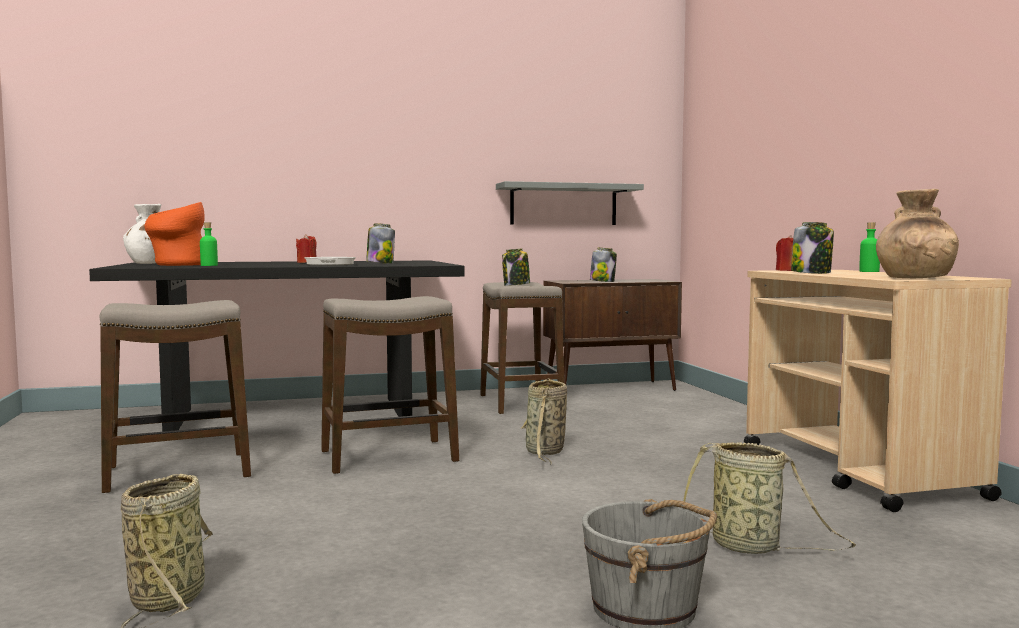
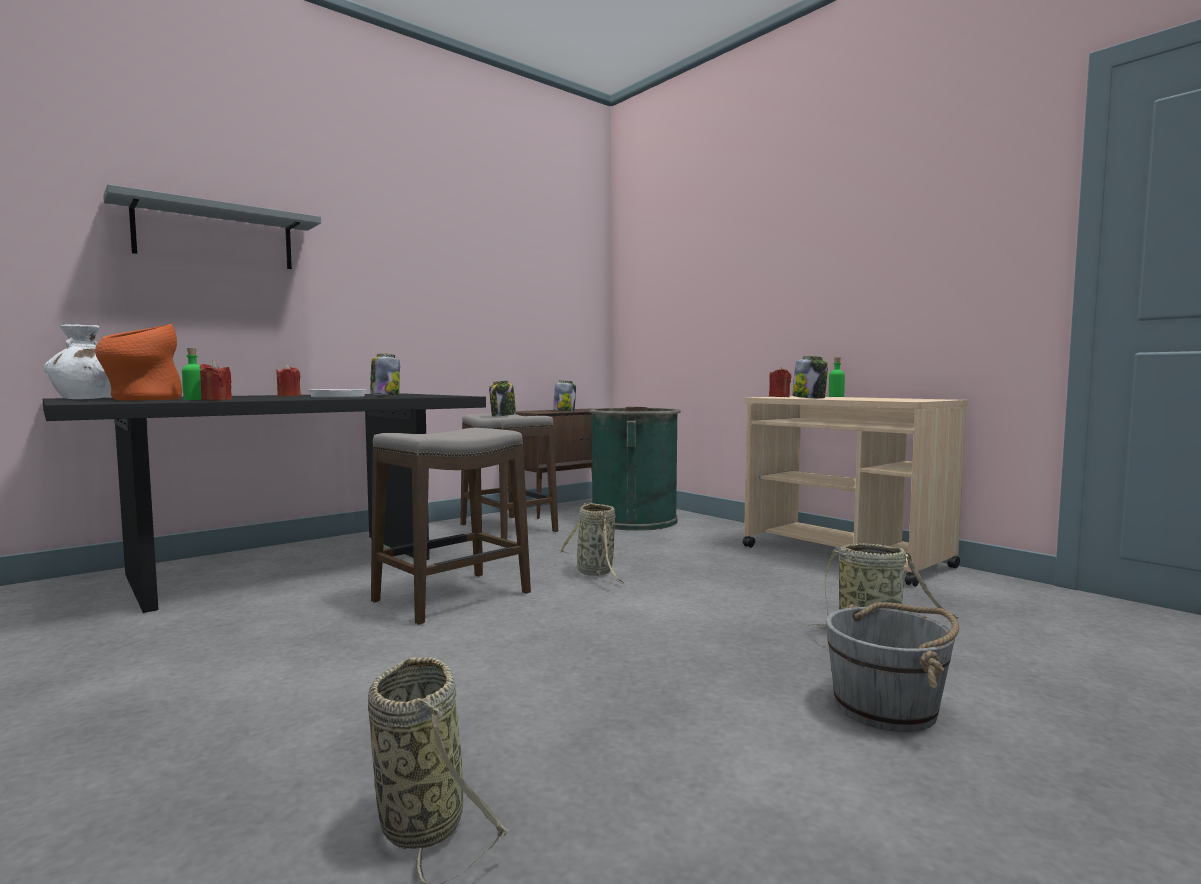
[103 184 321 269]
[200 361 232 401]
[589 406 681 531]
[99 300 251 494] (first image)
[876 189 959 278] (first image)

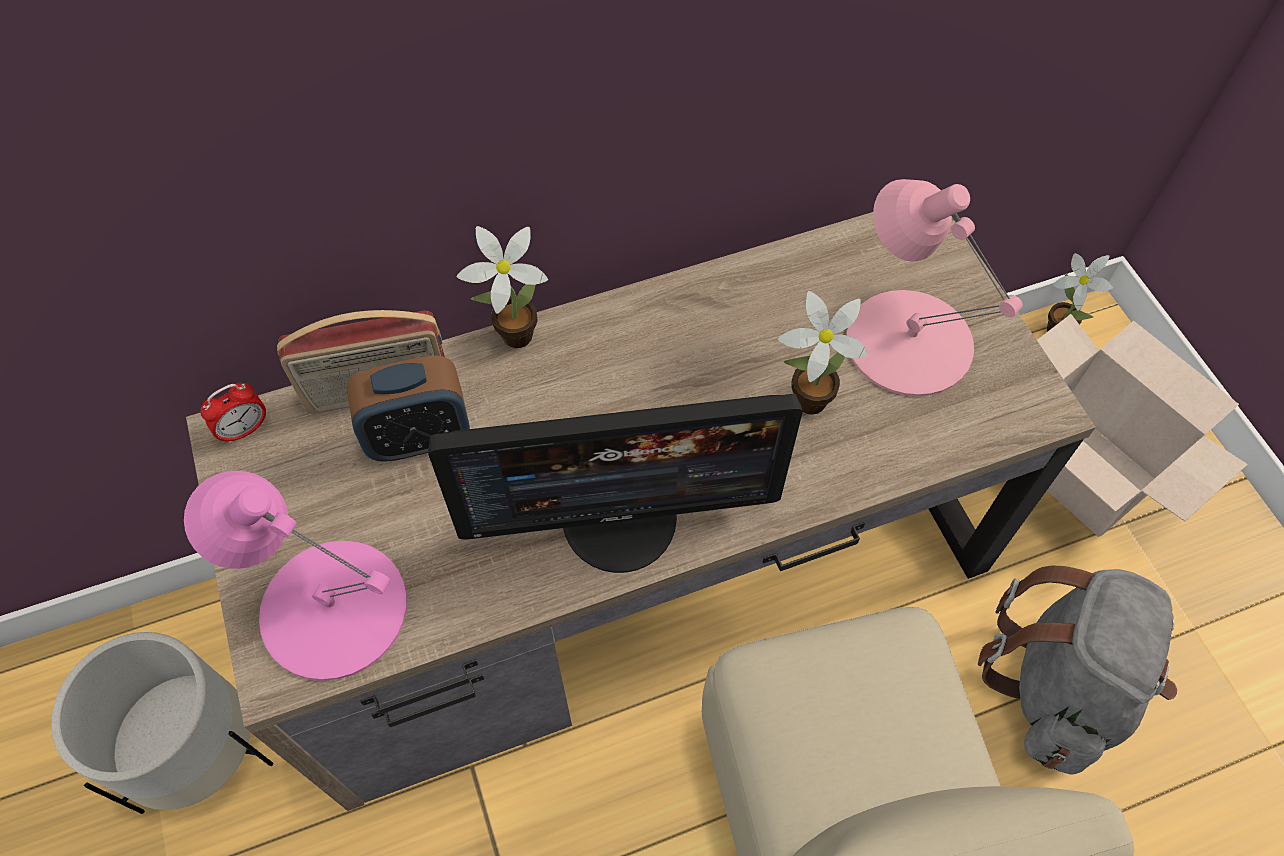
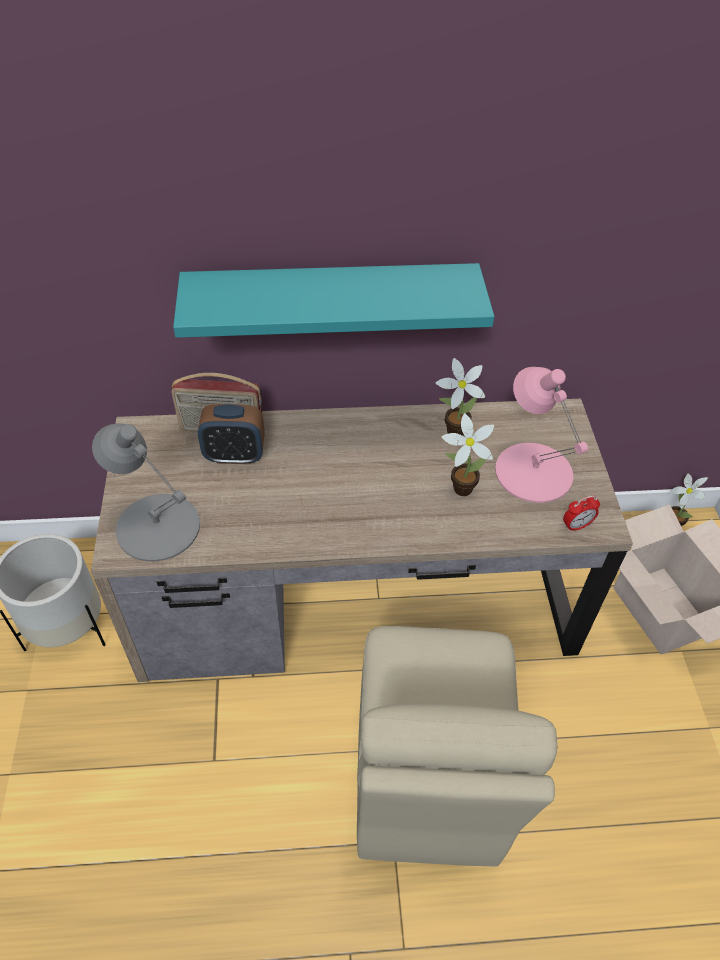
[92 424 200 561]
[173 263 494 338]
[436 358 485 436]
[563 495 600 532]
[428 394 803 573] (first image)
[978 565 1177 775] (first image)

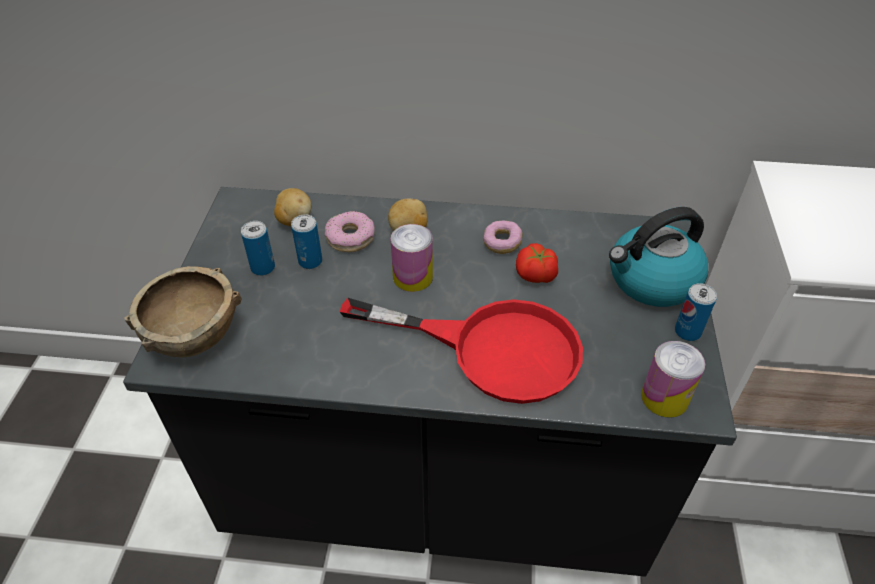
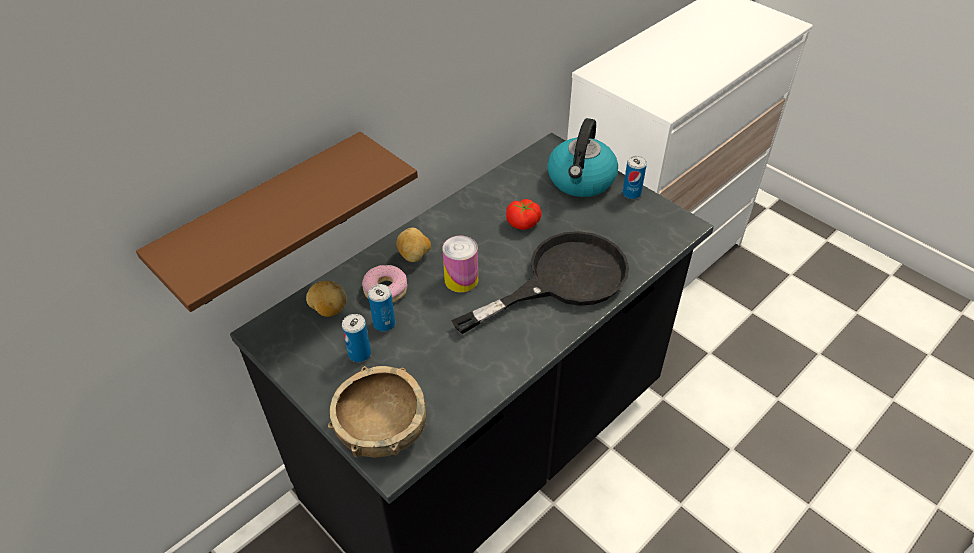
[136 132 418 312]
[451 231 629 334]
[483 220 522 254] (first image)
[641 341 705 418] (first image)

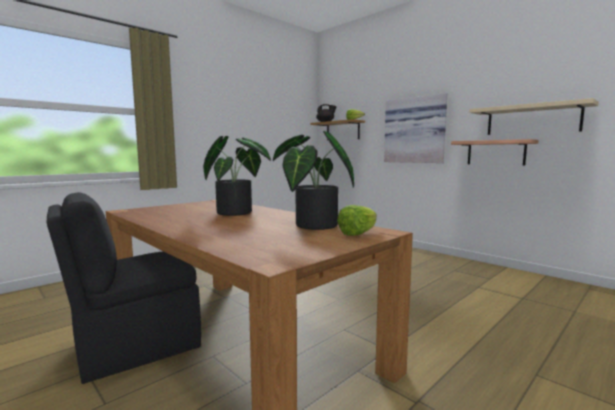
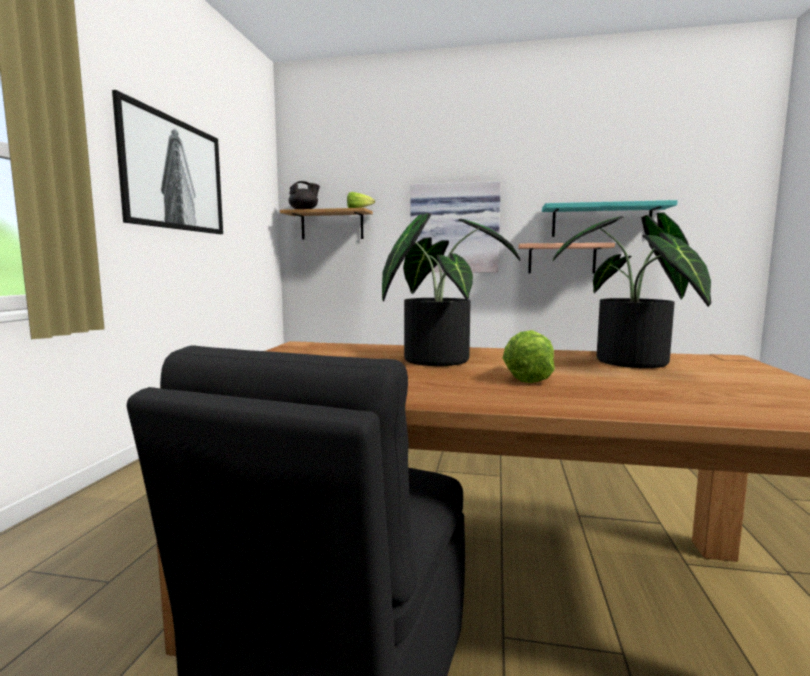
[112 90 223 234]
[503 330 555 383]
[542 200 678 237]

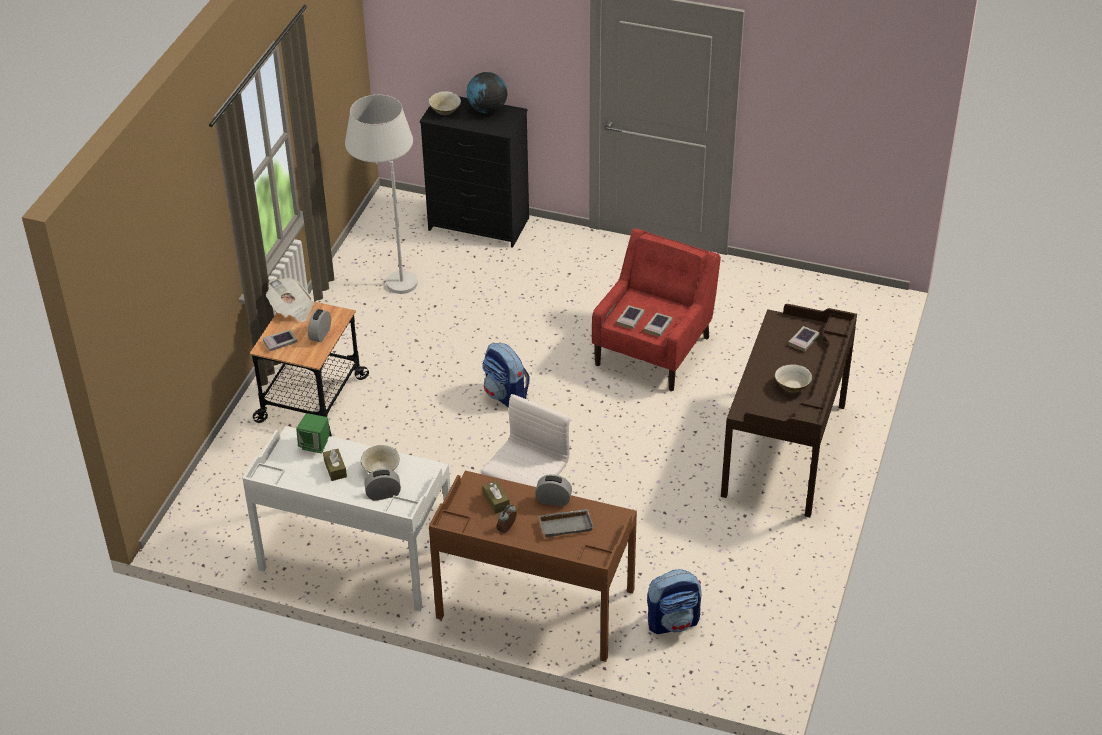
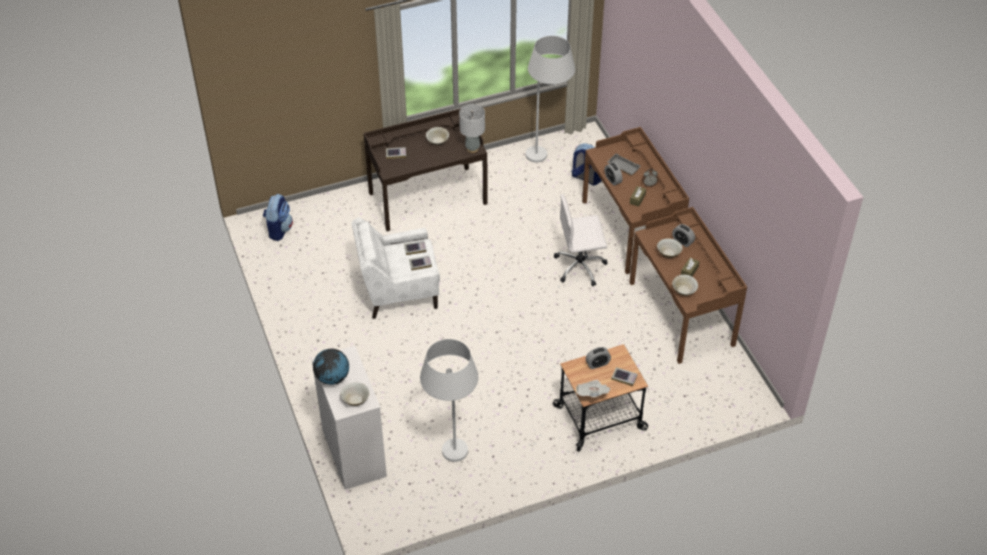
[263 194 293 241]
[311 346 387 490]
[351 217 440 319]
[459 104 485 153]
[526 36 575 162]
[629 207 747 364]
[672 275 698 296]

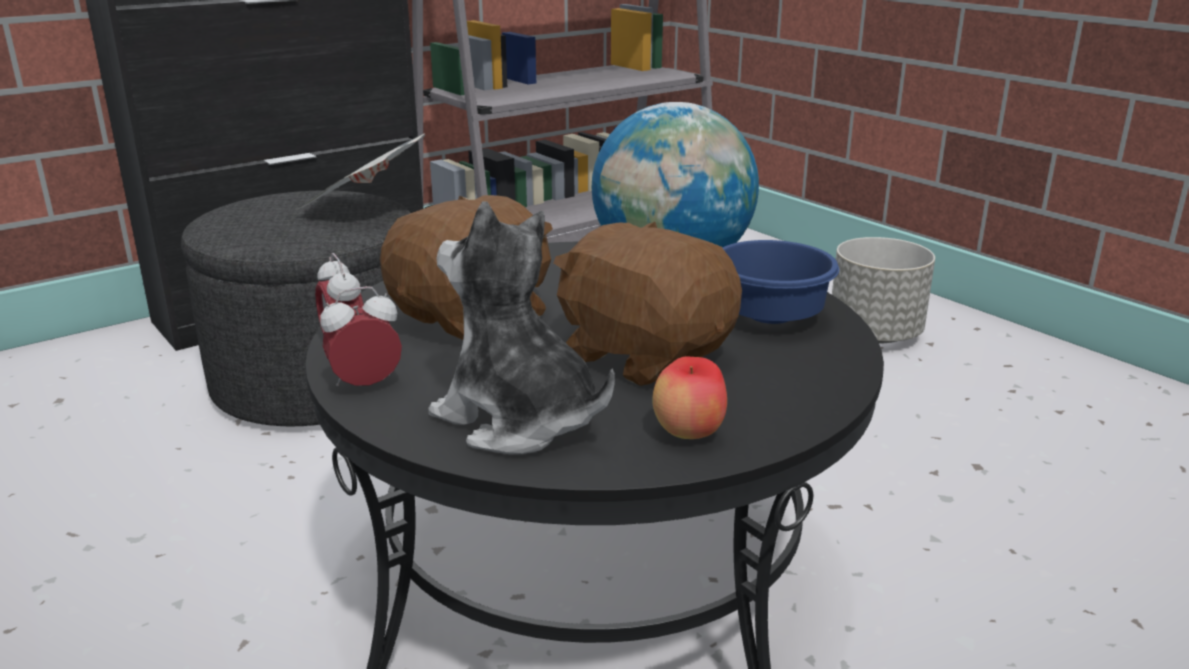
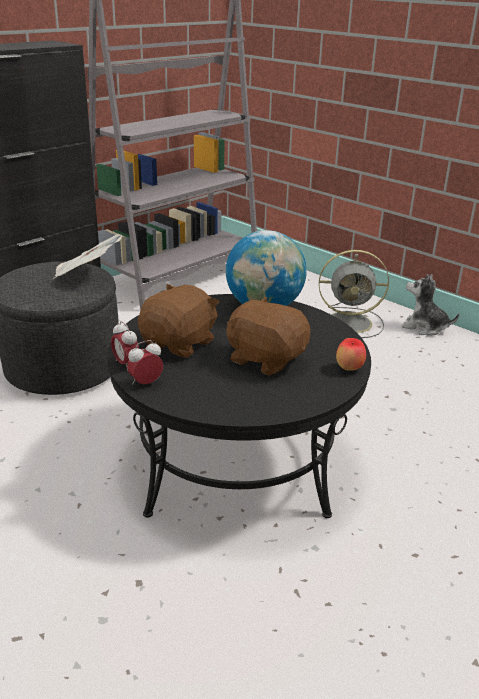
[319 250 389 338]
[336 338 366 371]
[402 274 459 336]
[722 240 839 324] (first image)

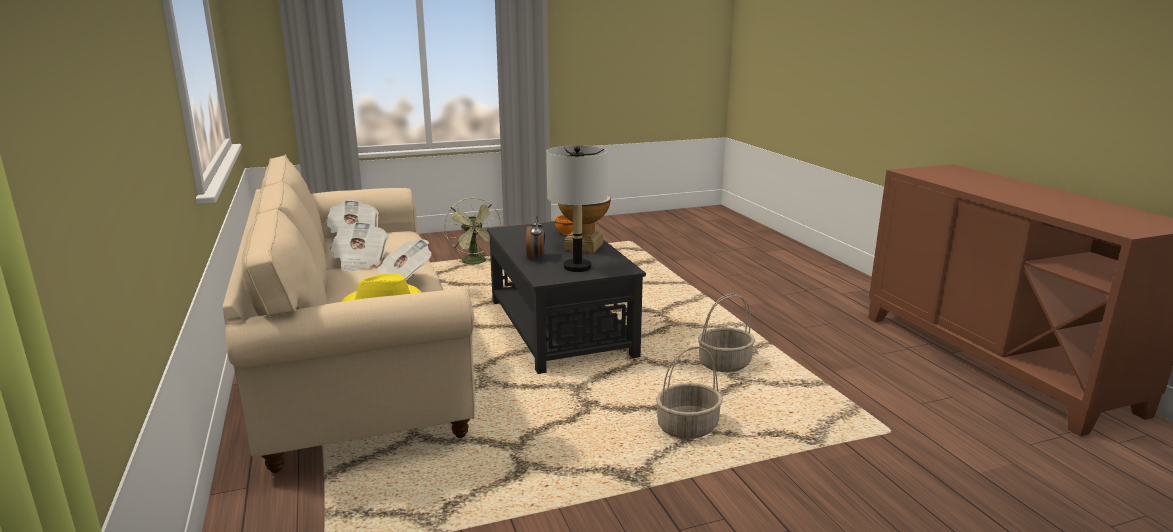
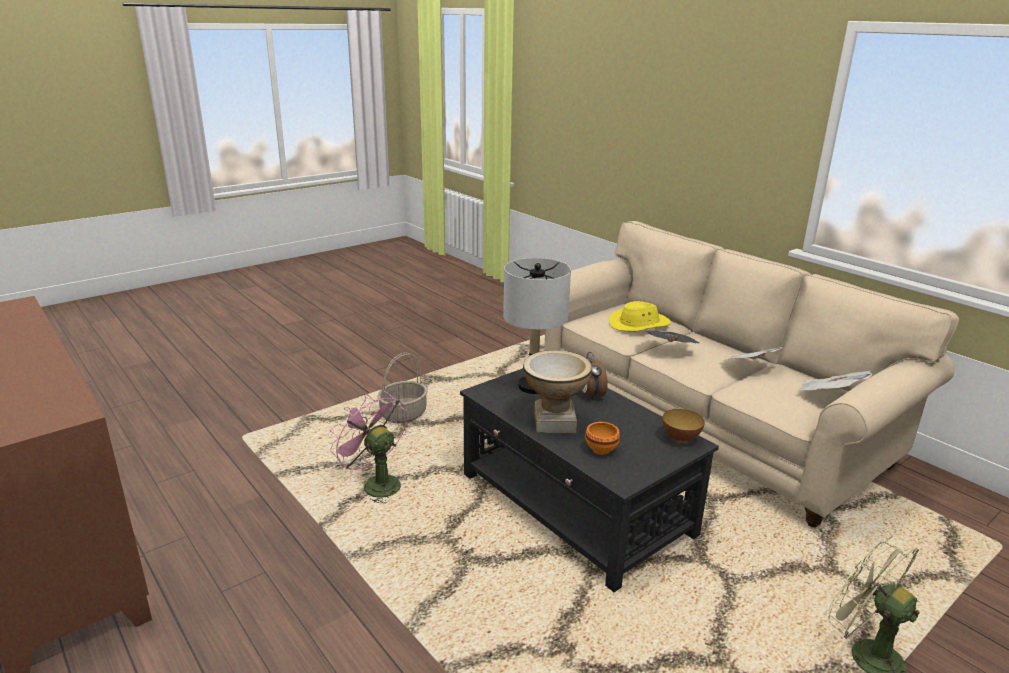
[330 391 407 504]
[662 409 705 443]

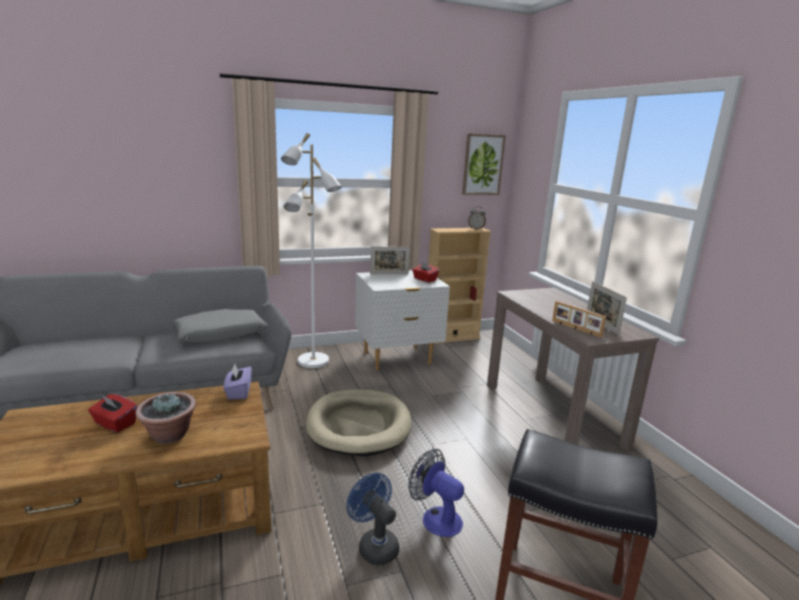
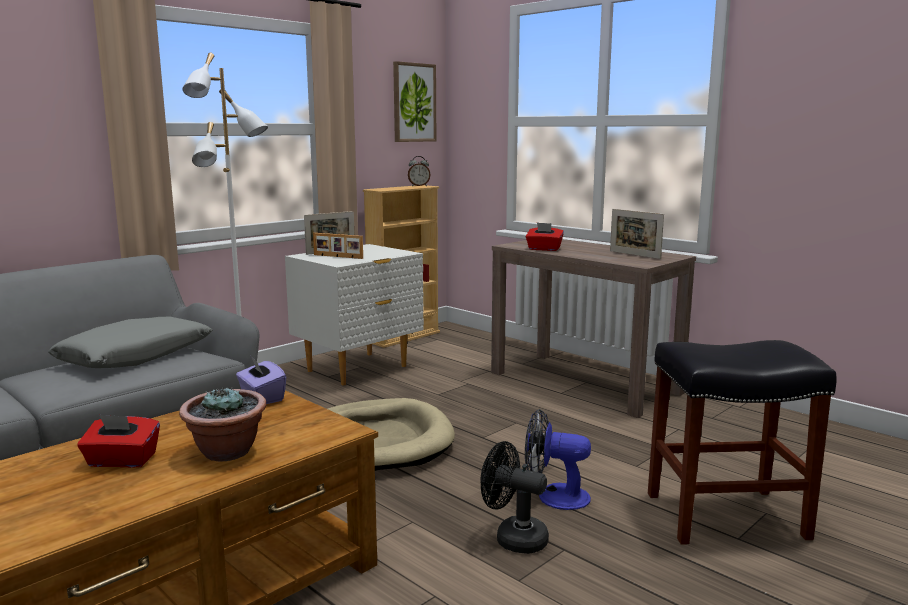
[313 233 363 259]
[481 441 549 554]
[526 222 564 251]

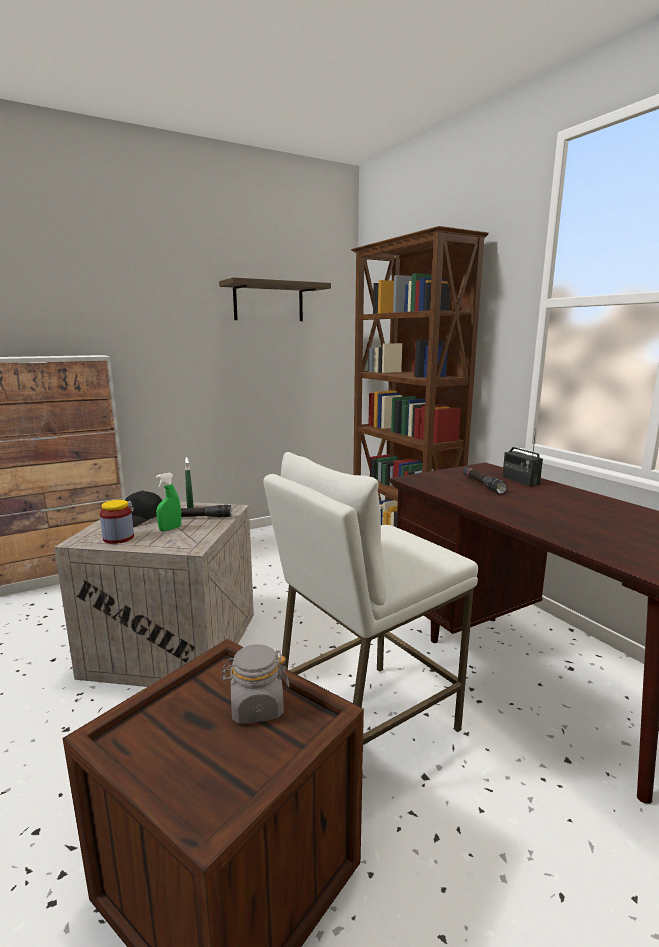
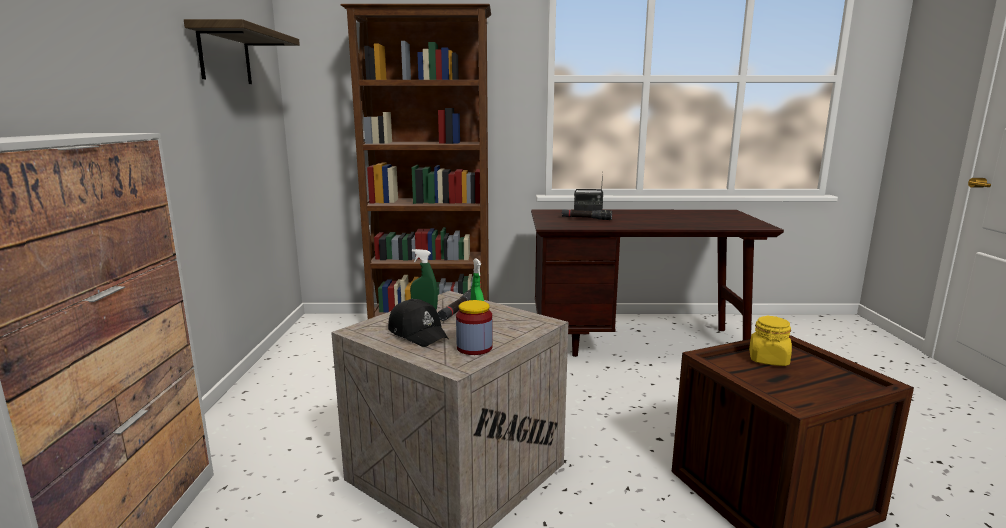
[749 316 792 366]
[263 452 478 745] (first image)

